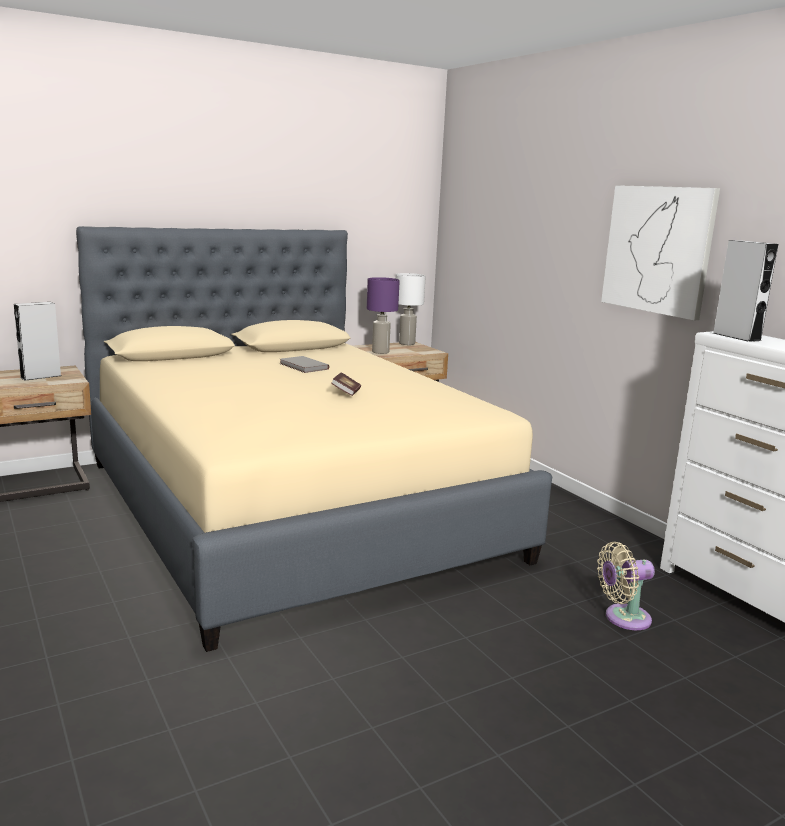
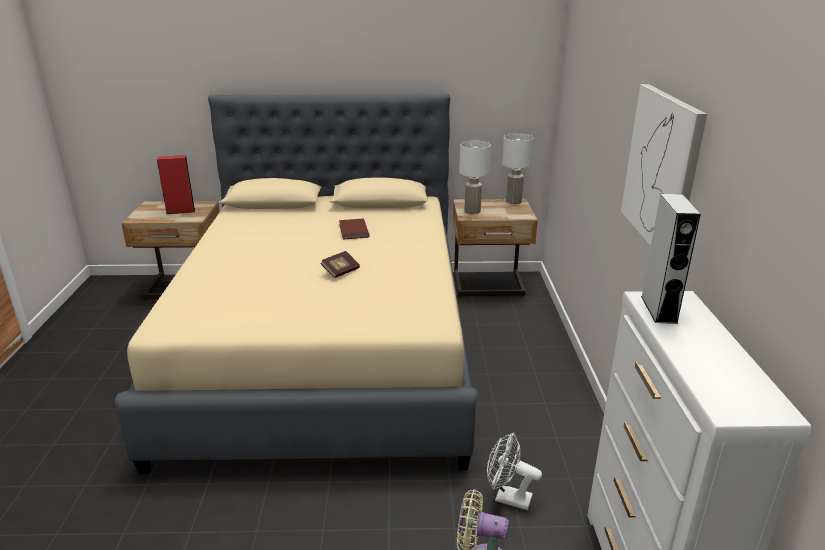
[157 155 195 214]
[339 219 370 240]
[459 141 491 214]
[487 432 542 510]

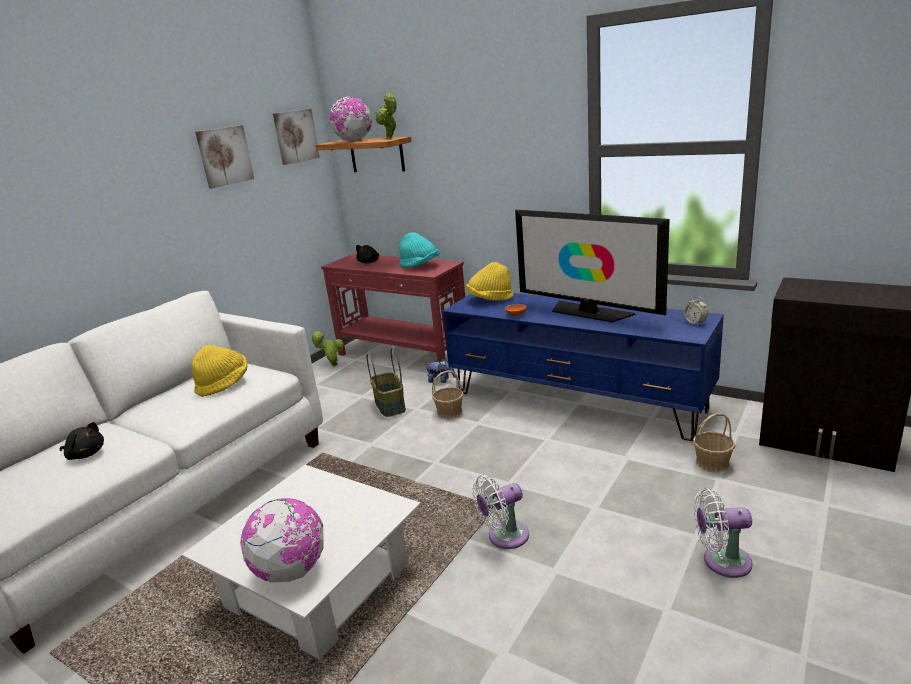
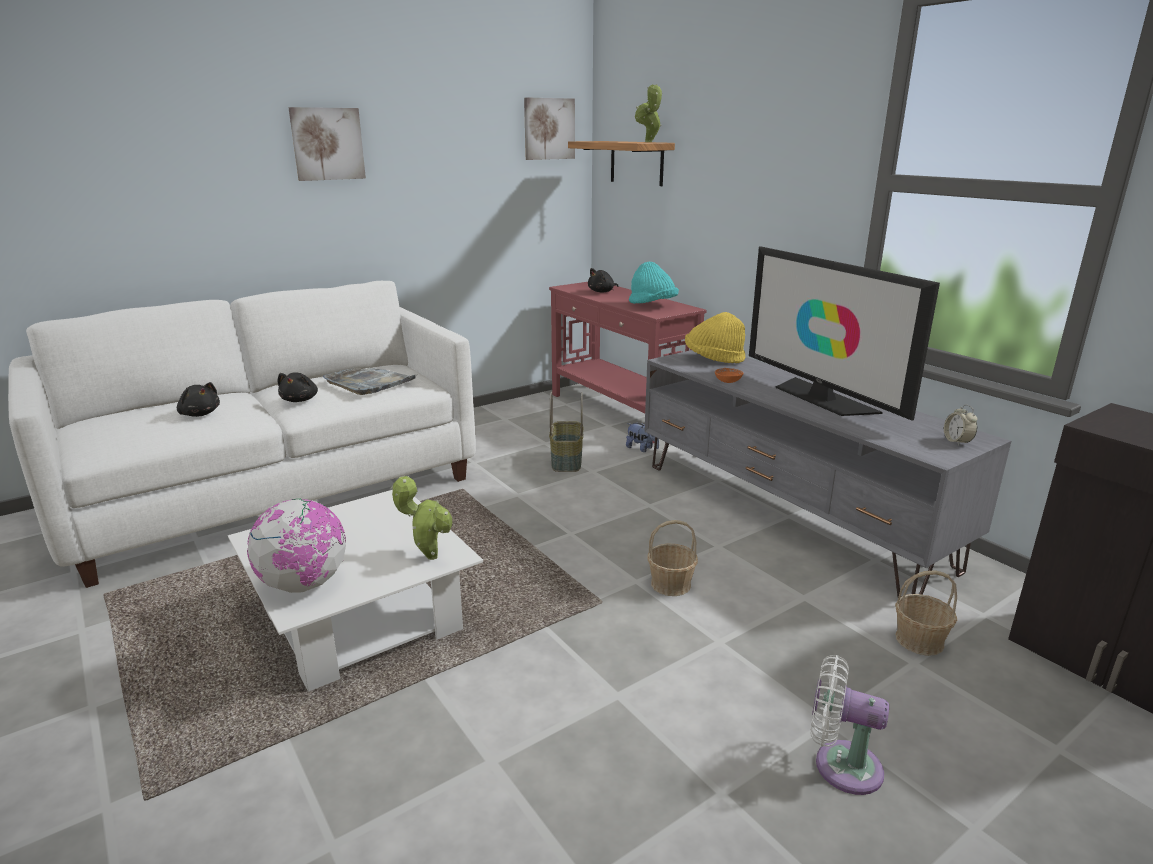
[278 372 318 402]
[288 107 366 181]
[323 368 416 395]
[391 476 452 560]
[645 350 1011 597]
[648 520 698 596]
[329 96 372 141] (first image)
[472 475 529 549] (first image)

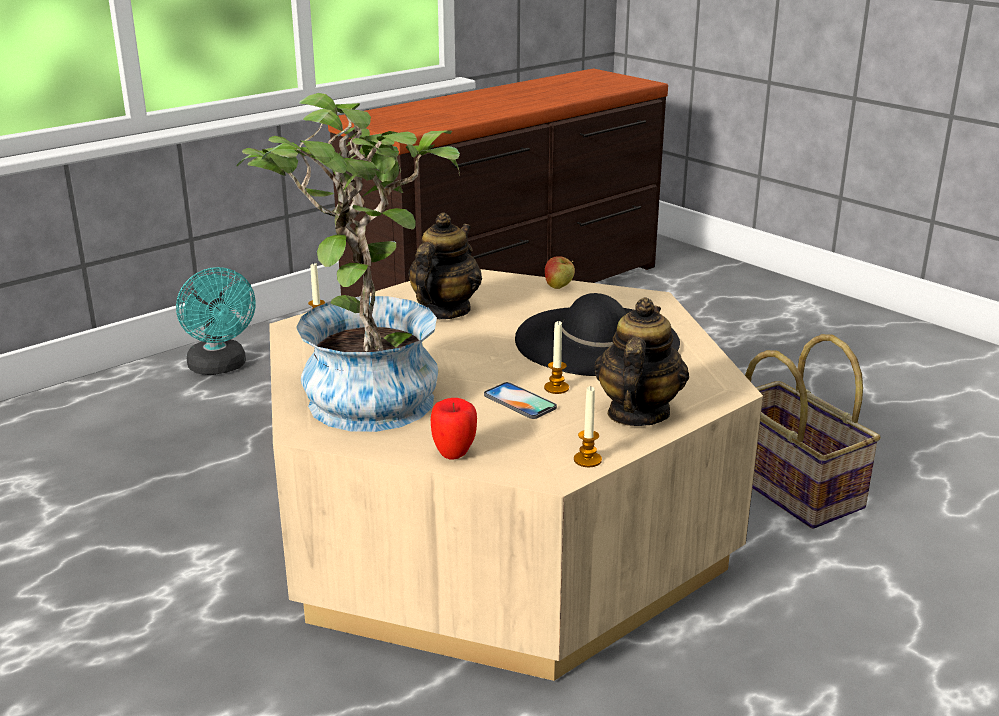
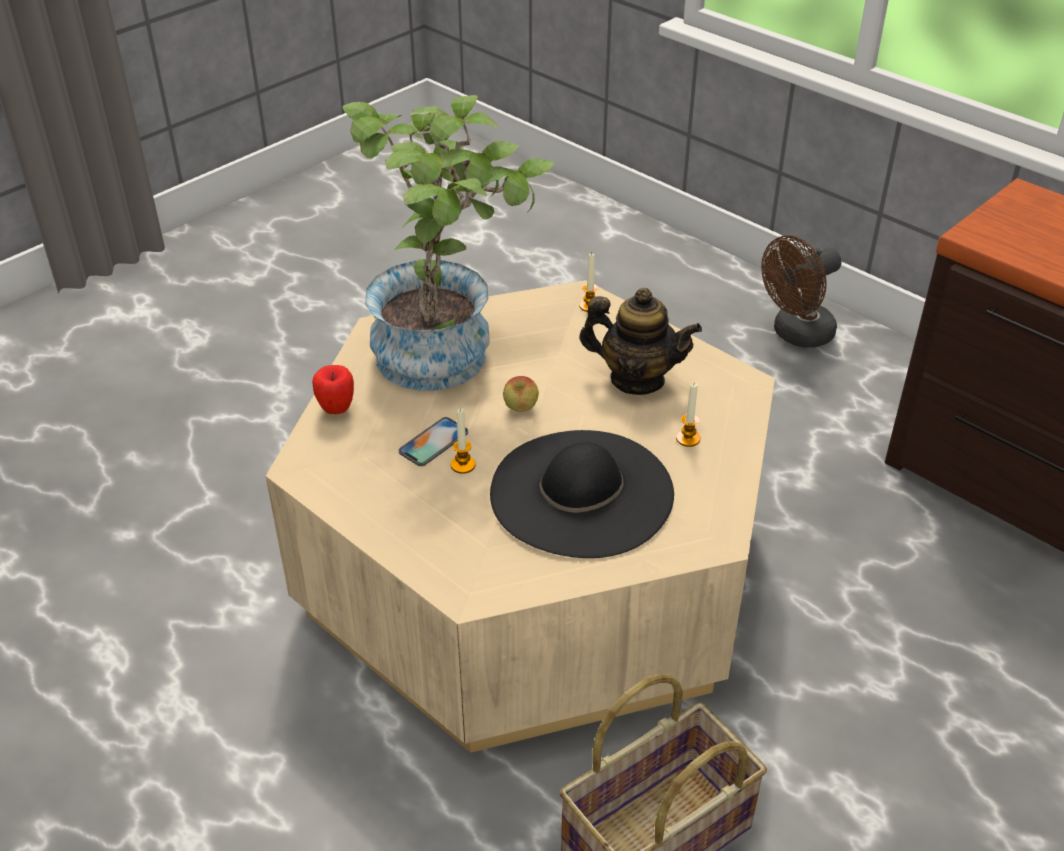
[503 376 539 412]
[676 382 700 447]
[761 235 842 347]
[595 298 689 426] (first image)

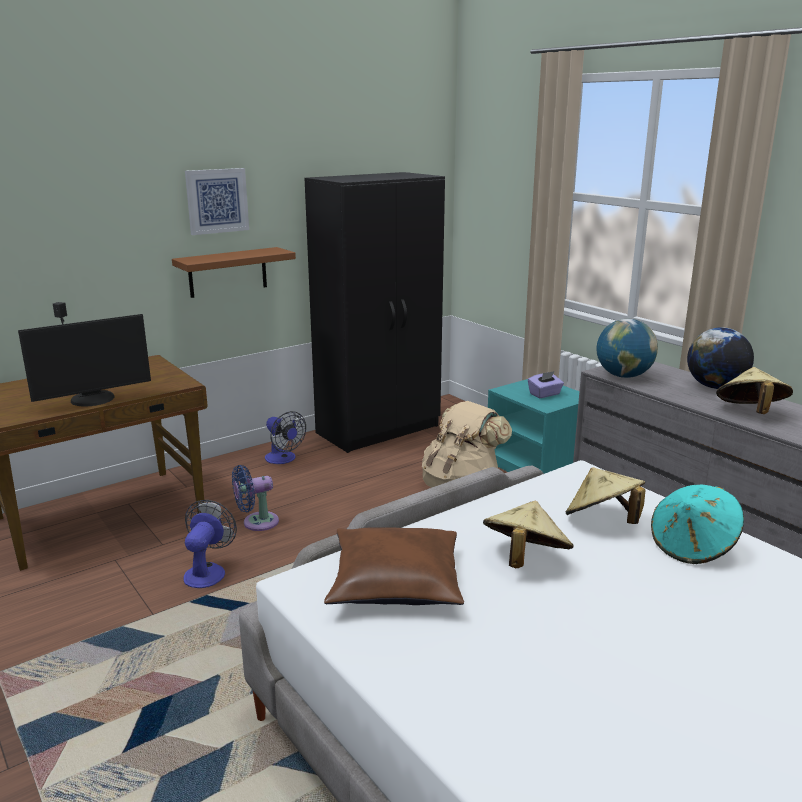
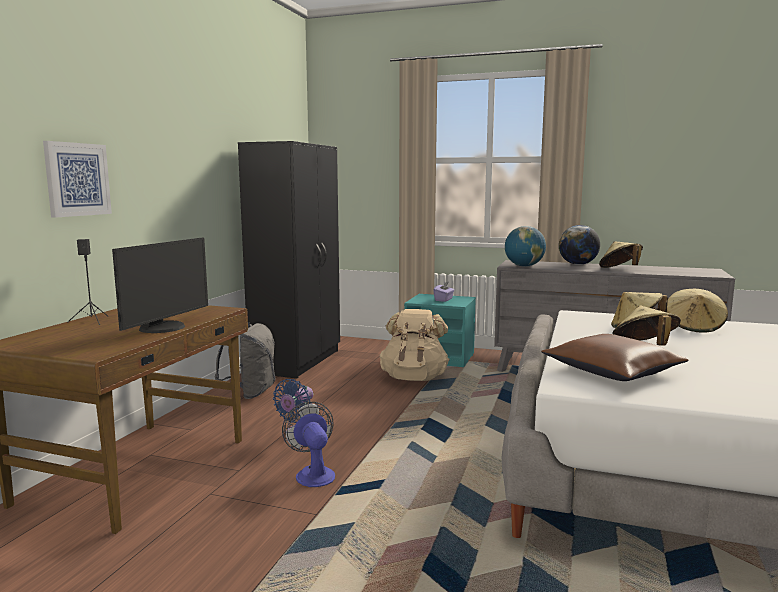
[43 141 112 218]
[214 322 275 399]
[667 289 728 333]
[172 247 296 298] (first image)

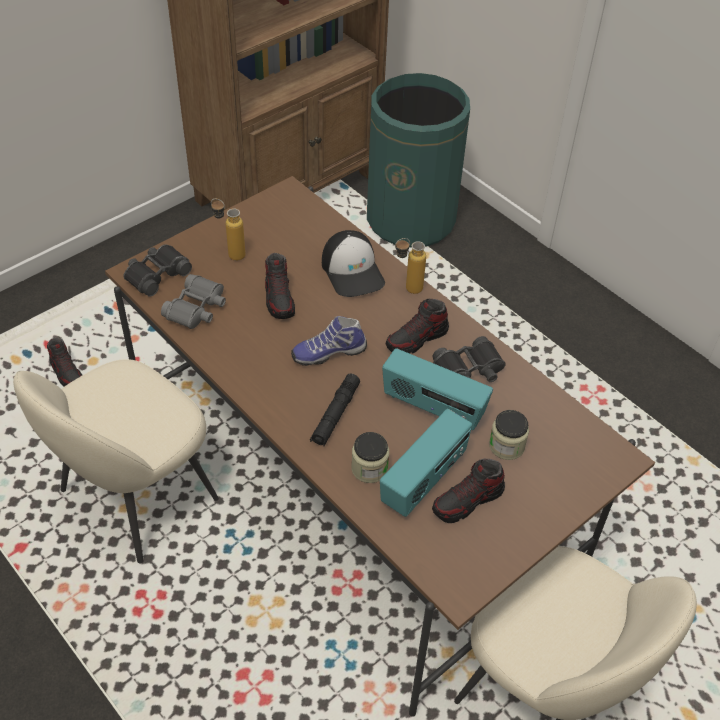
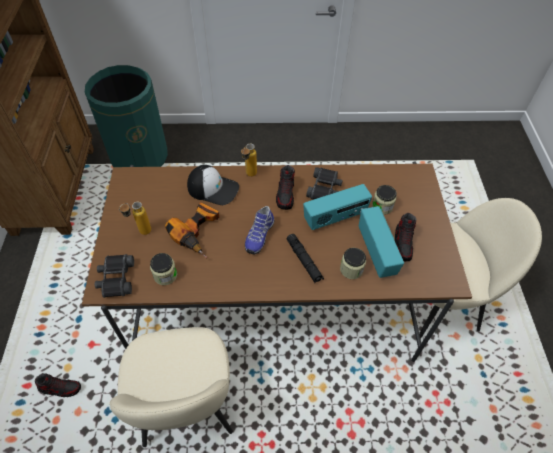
[150 253 177 285]
[165 202 219 258]

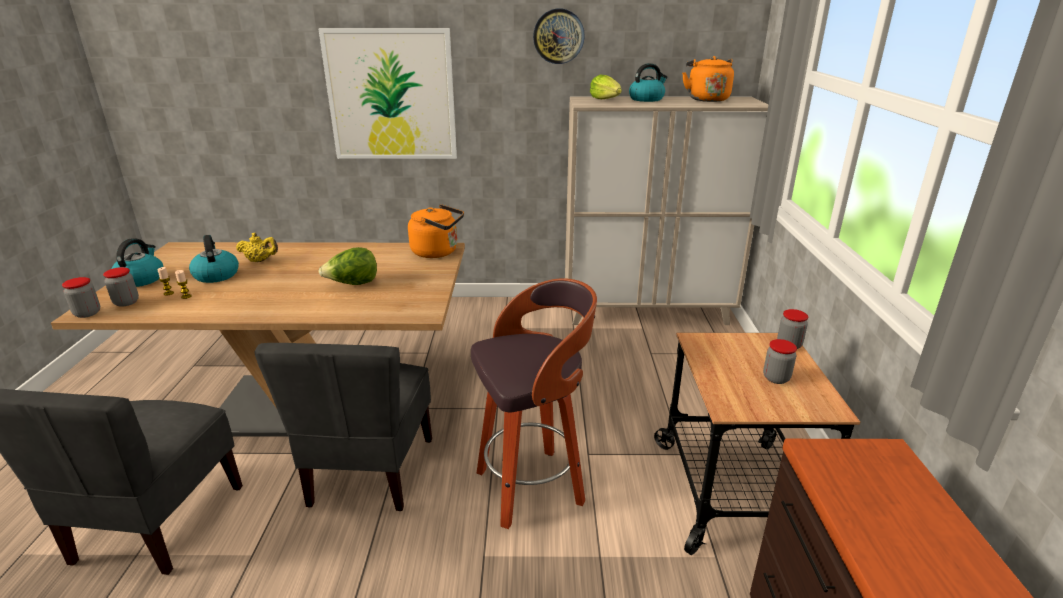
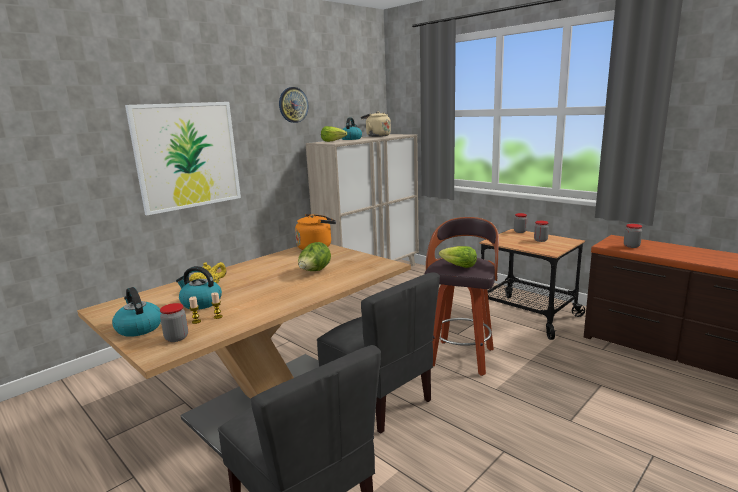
[361 111 391 137]
[439 246 477 268]
[624 224 642 248]

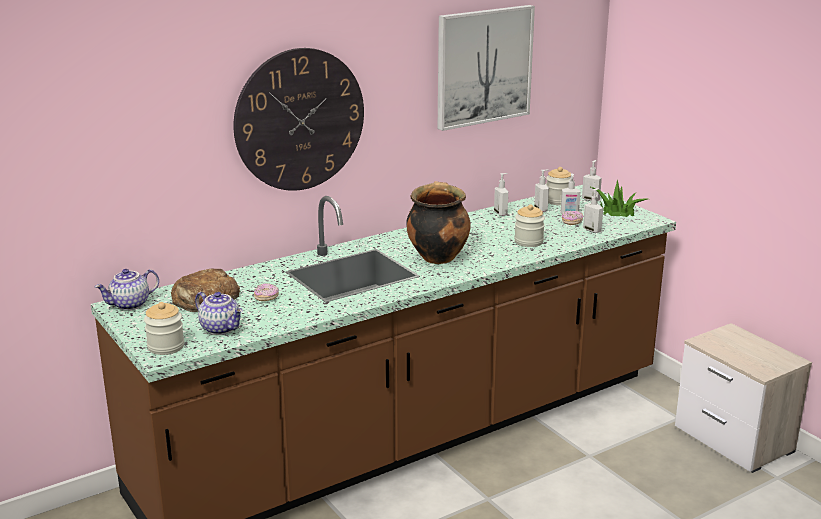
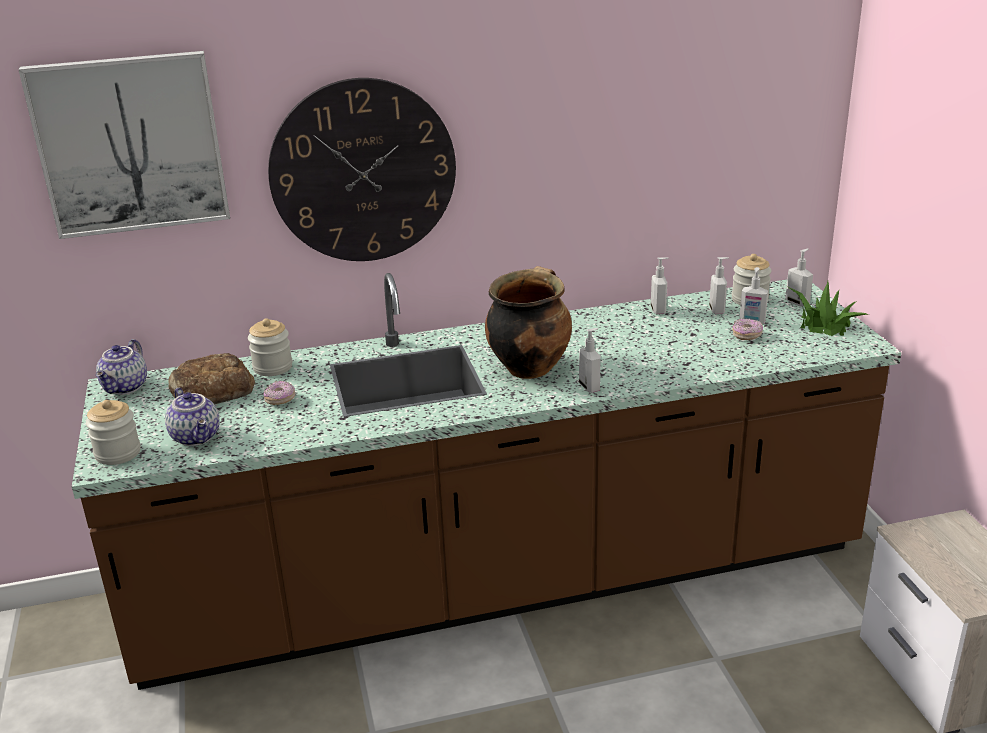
[19 51 230 239]
[96 339 147 395]
[248 318 292 376]
[579 328 600 393]

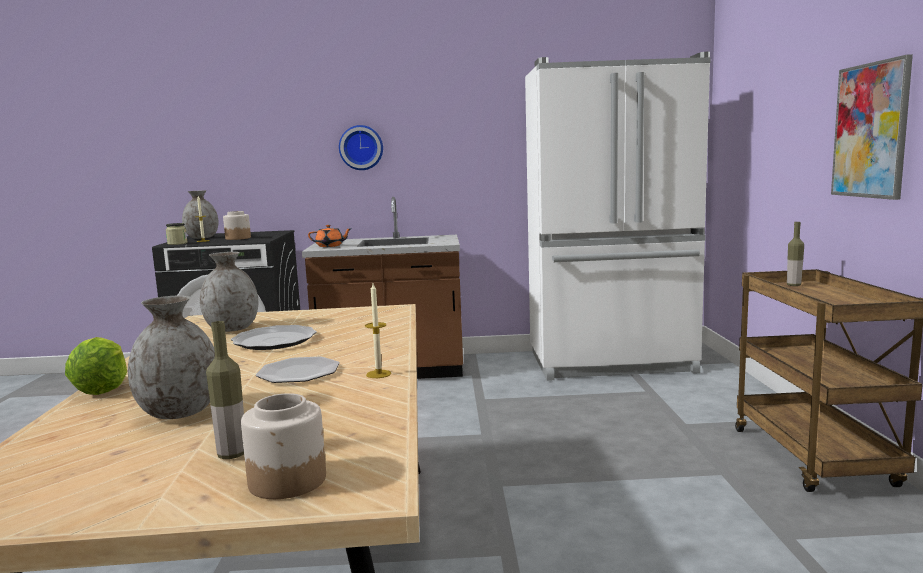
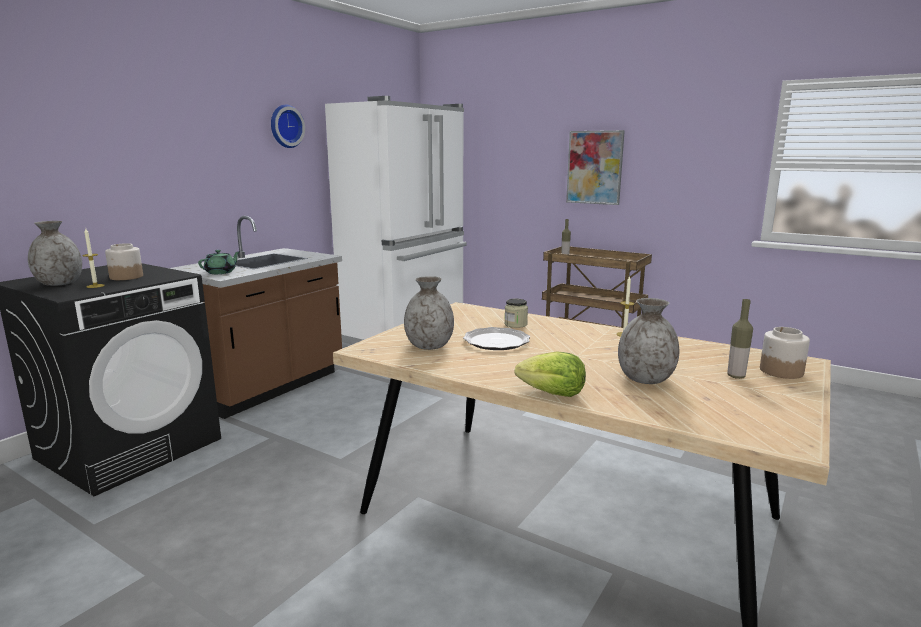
[198 250 240 274]
[271 105 305 148]
[504 299 528 328]
[256 356 340 383] (first image)

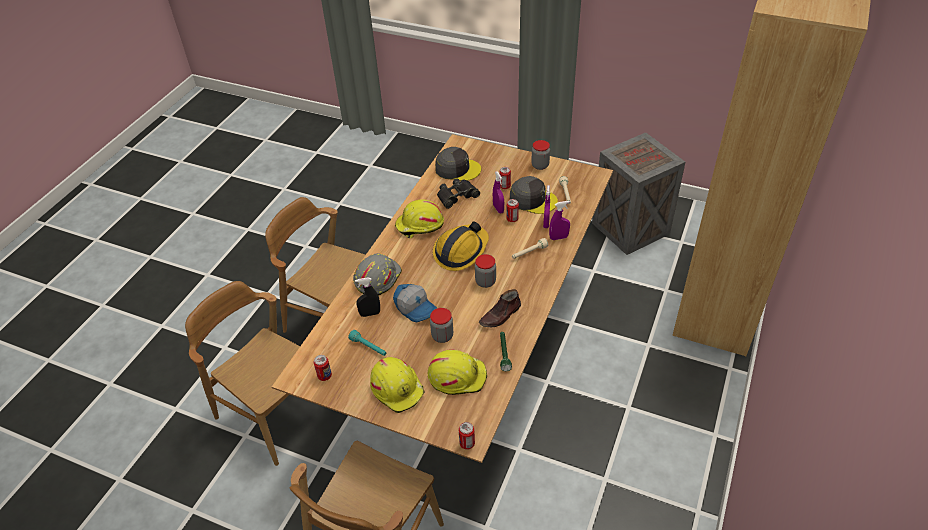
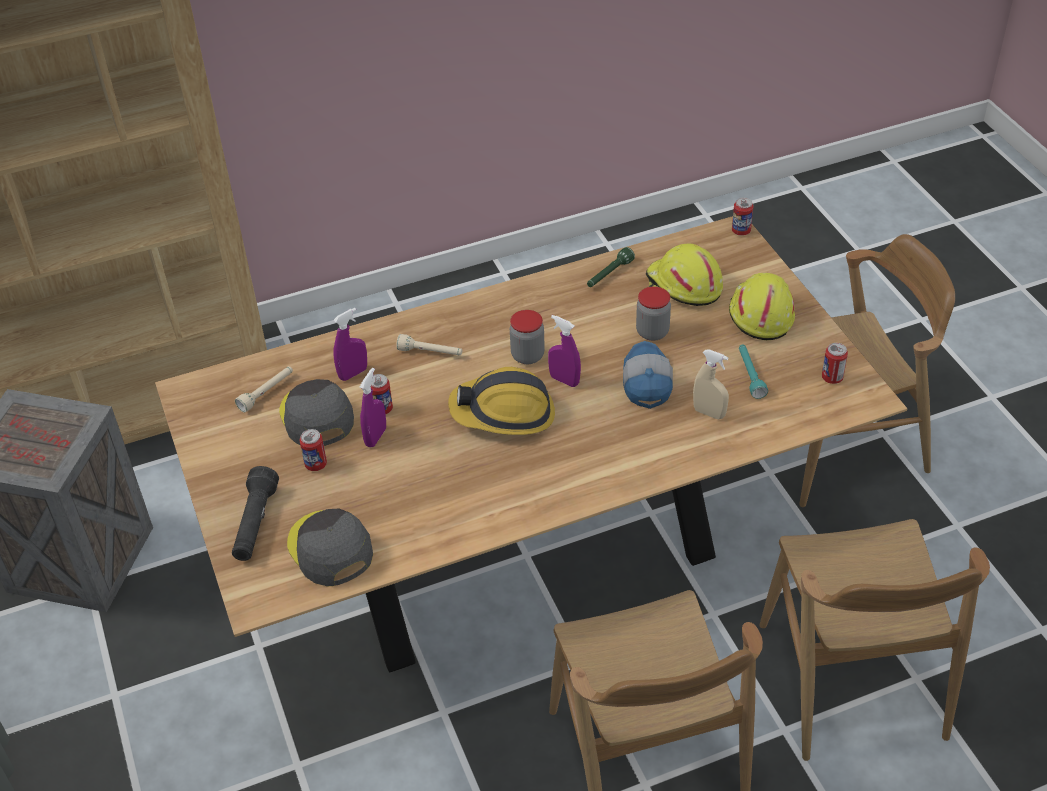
[232 466 279 561]
[548 315 581 387]
[693 349 729 419]
[353 253 402 296] (first image)
[395 200 444 238] (first image)
[437 179 480 209] (first image)
[479 289 521 327] (first image)
[531 140 550 170] (first image)

